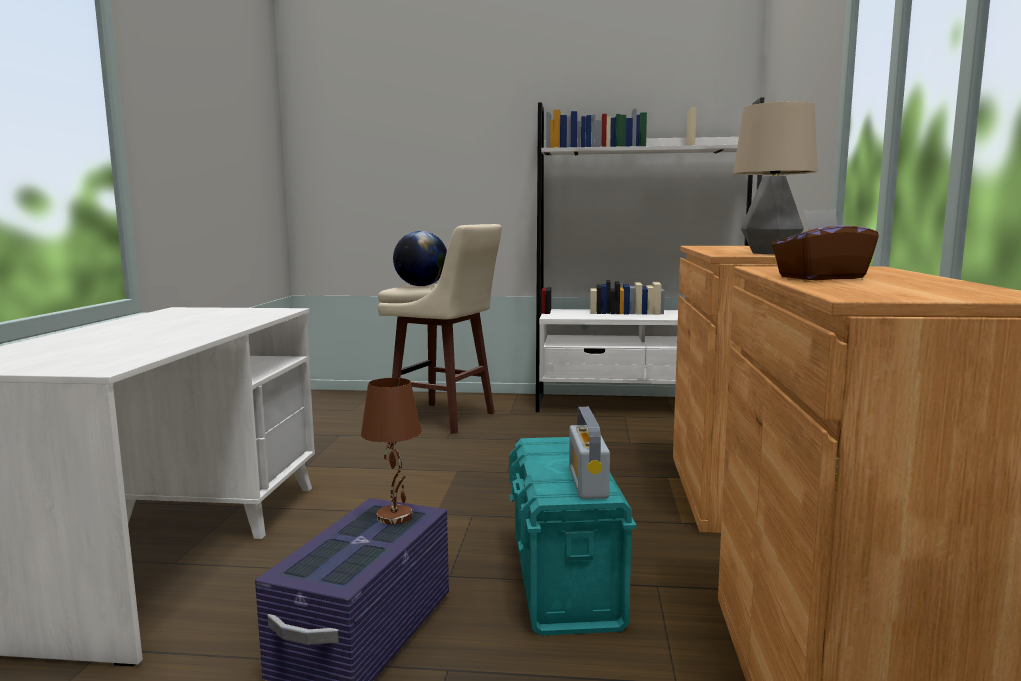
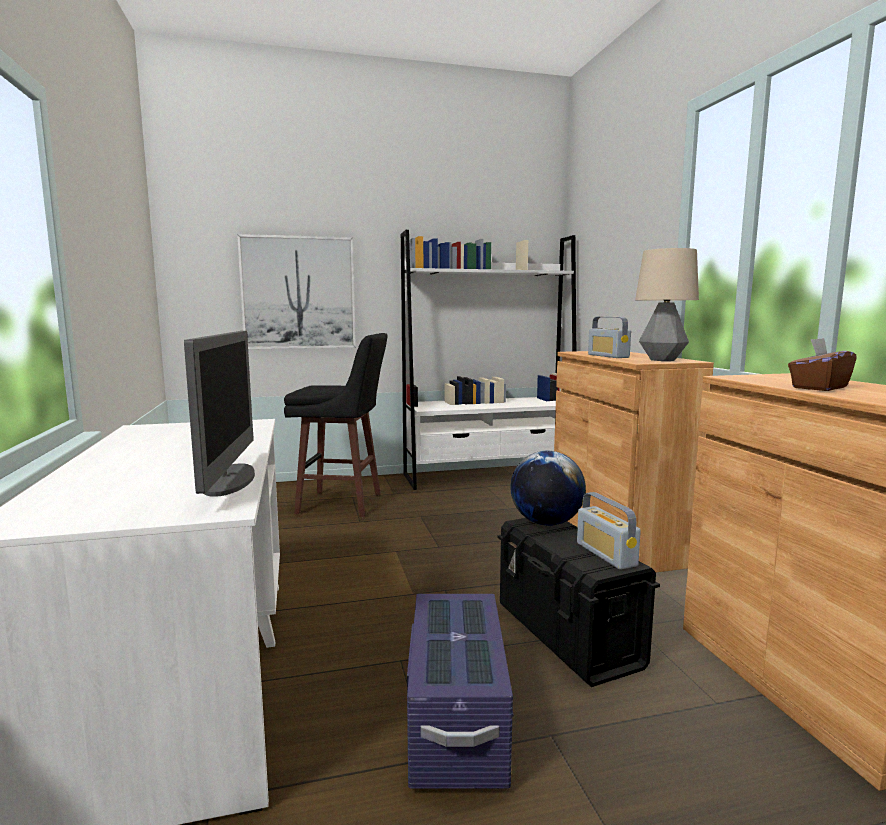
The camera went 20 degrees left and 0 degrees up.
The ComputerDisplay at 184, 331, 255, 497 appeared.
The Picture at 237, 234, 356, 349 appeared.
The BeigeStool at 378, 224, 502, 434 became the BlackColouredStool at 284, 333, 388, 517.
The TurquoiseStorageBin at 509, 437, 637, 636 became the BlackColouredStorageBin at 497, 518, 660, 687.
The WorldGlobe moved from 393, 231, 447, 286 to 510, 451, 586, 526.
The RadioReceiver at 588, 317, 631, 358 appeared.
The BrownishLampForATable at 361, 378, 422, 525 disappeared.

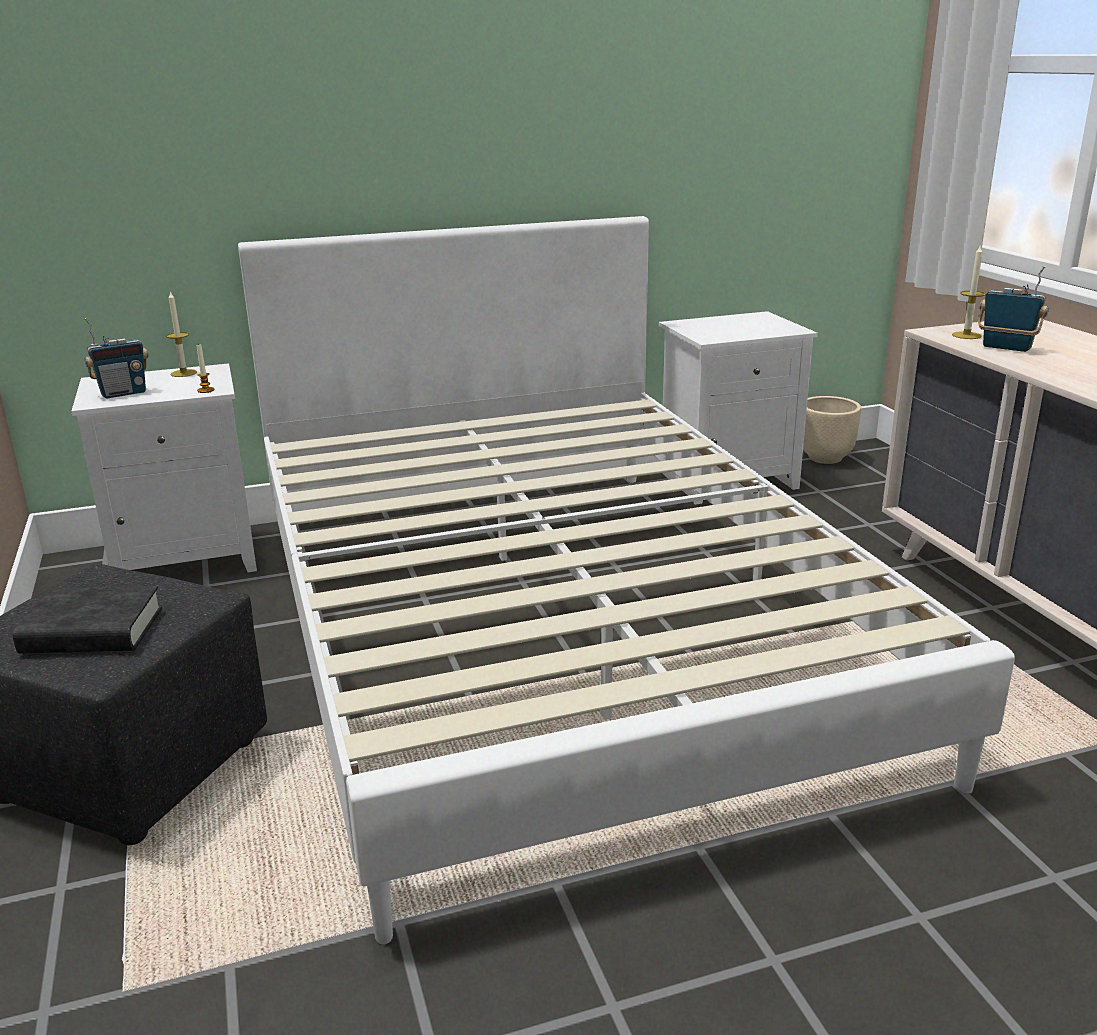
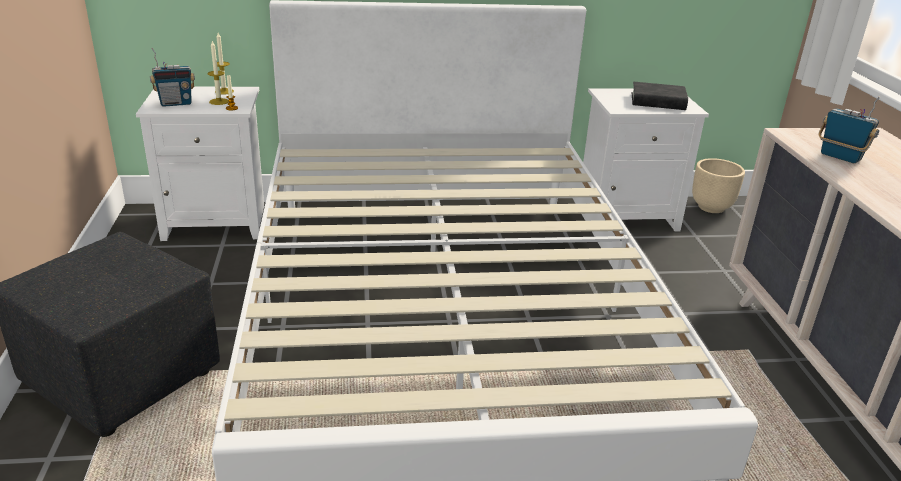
The camera went 10 degrees right and 5 degrees up.
The WaxLight moved from 952, 244, 986, 339 to 207, 41, 229, 105.
The BlackColouredBoundBook moved from 13, 586, 162, 653 to 632, 82, 688, 110.

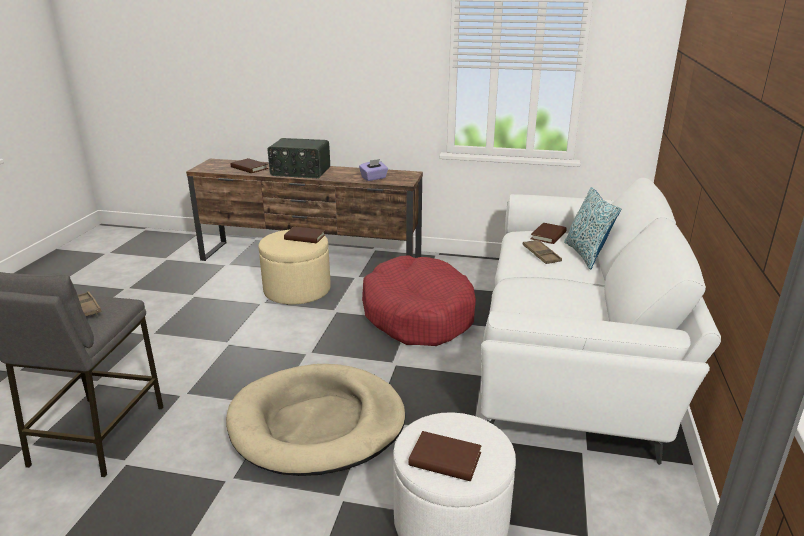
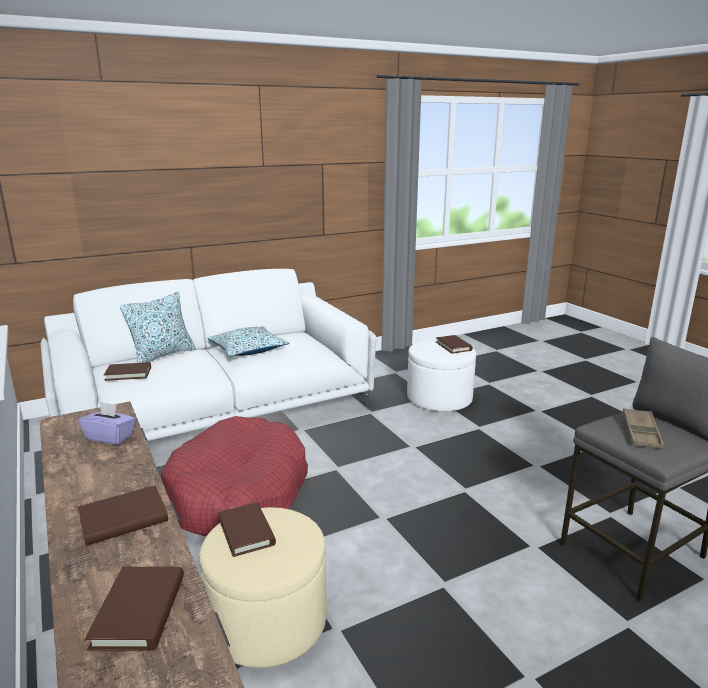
The camera went 130 degrees left and 5 degrees down.
The RadioReceiver at 268, 138, 330, 178 was replaced by the BrownishBoundBook at 78, 485, 168, 546.
The Pillow at 207, 326, 289, 357 appeared.
The BeigeDogBed at 226, 364, 406, 476 disappeared.
The BrownishTray at 523, 239, 562, 264 disappeared.

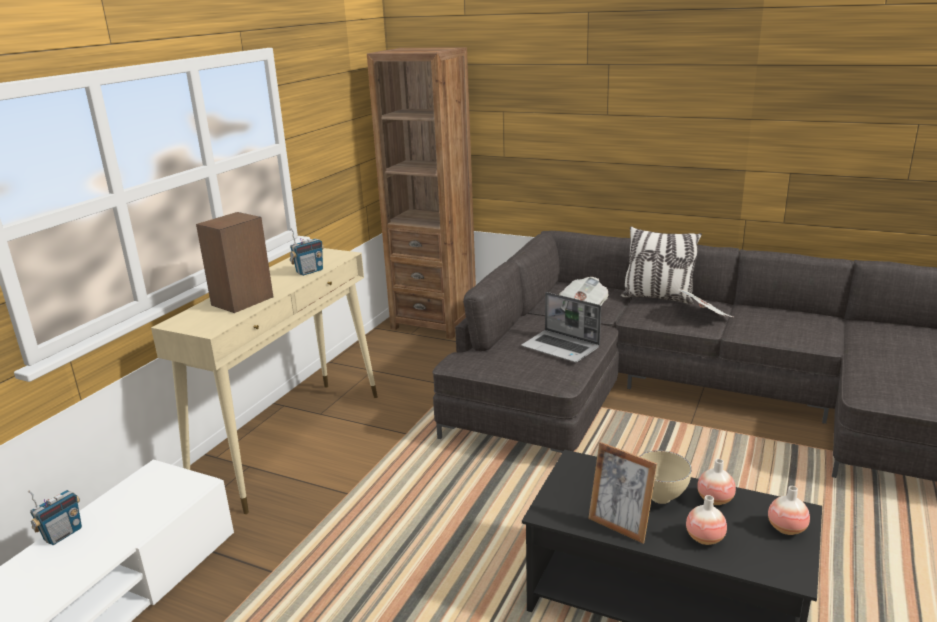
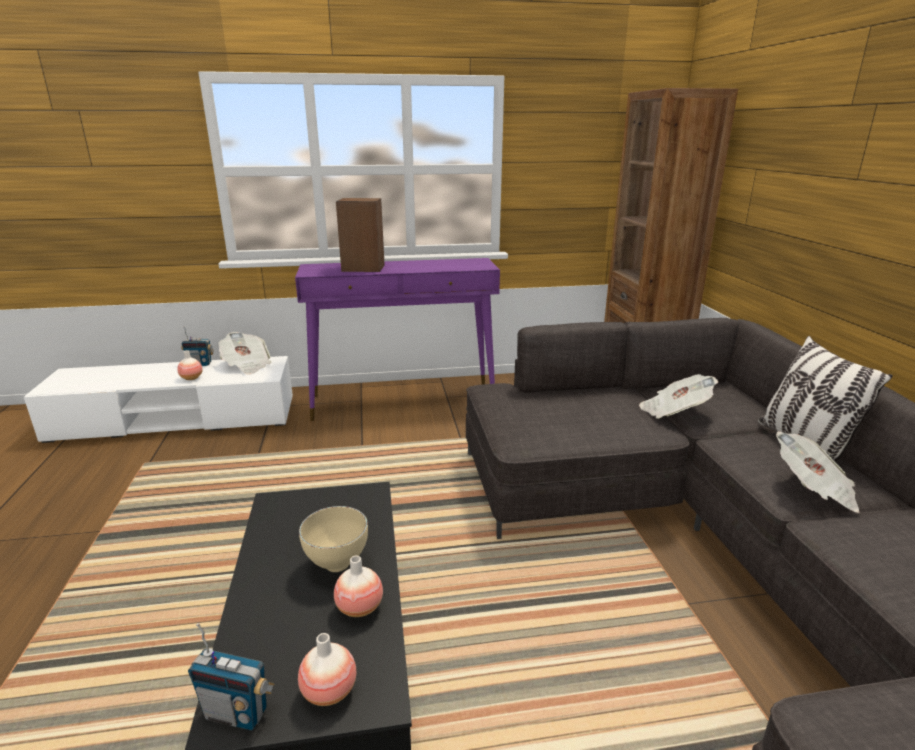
The camera went 55 degrees right and 0 degrees up.
The Vase moved from 686, 495, 727, 545 to 177, 350, 203, 380.
The RadioReceiver moved from 290, 228, 324, 276 to 188, 623, 275, 731.
The DailyPaper at 218, 332, 272, 375 appeared.
The BeigeHallTable at 151, 248, 378, 514 became the PurpleHallTable at 295, 258, 500, 421.
The NotebookComputer at 521, 292, 601, 362 disappeared.
The PhotoFrame at 588, 442, 657, 543 disappeared.

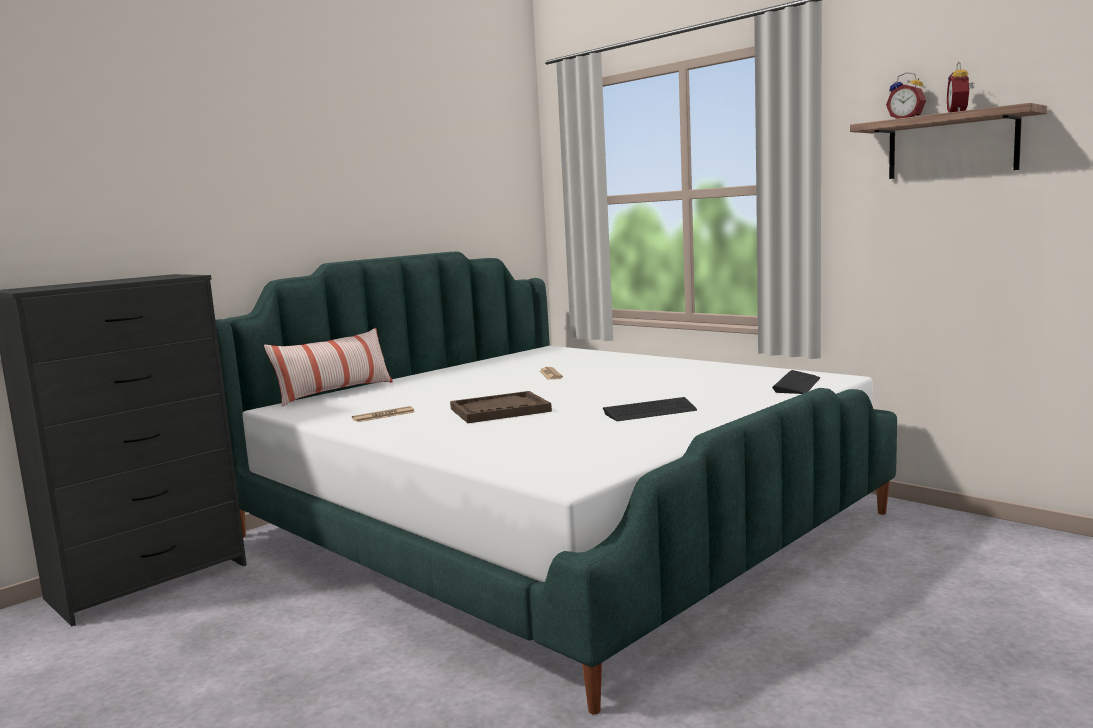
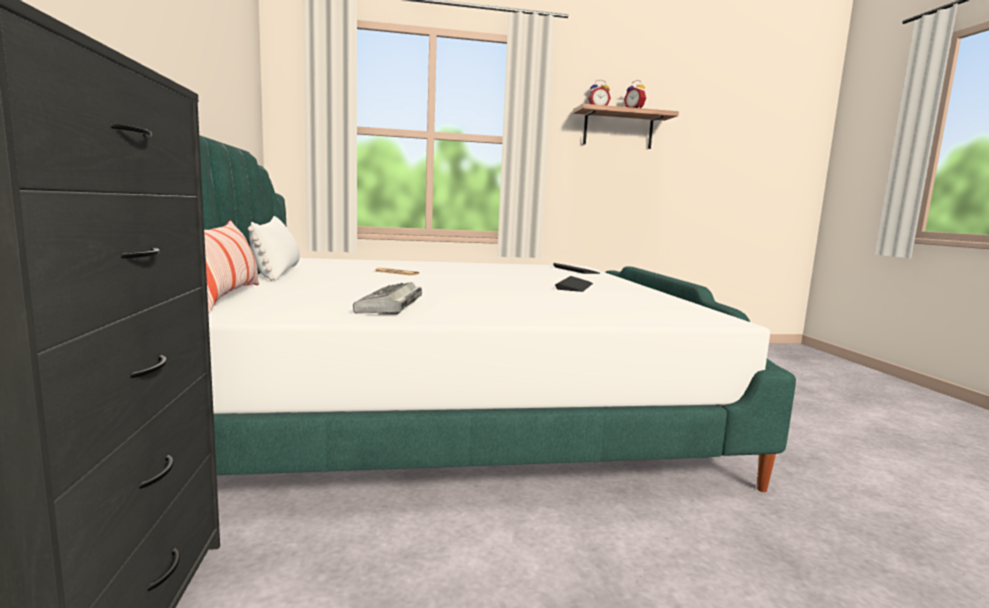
The camera went 55 degrees left and 0 degrees up.
The WhiteColouredPillow at 248, 216, 300, 281 appeared.
The DailyPaper at 352, 406, 414, 422 was replaced by the Keyboard at 353, 282, 422, 314.
The BrownishTray at 450, 391, 552, 423 disappeared.

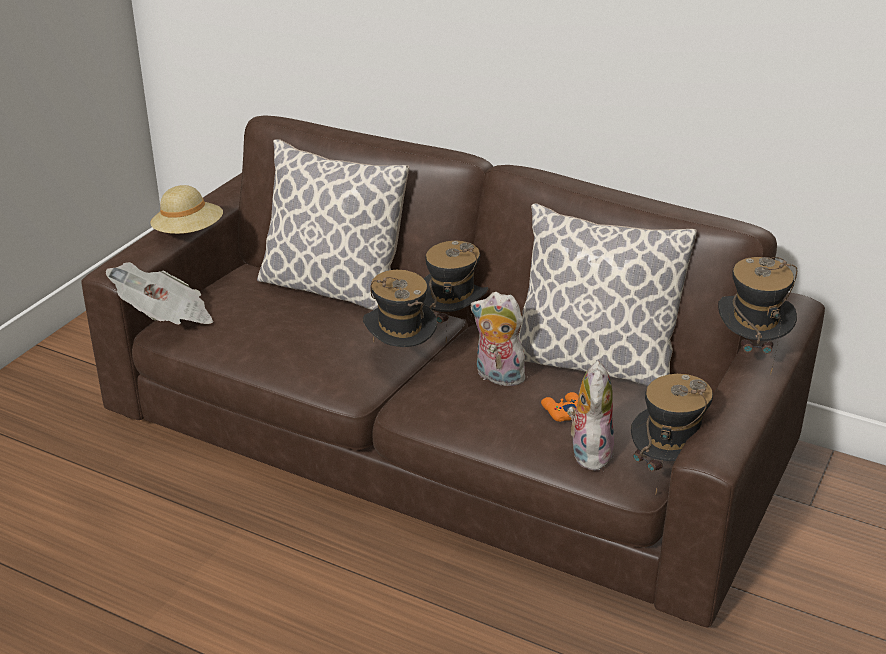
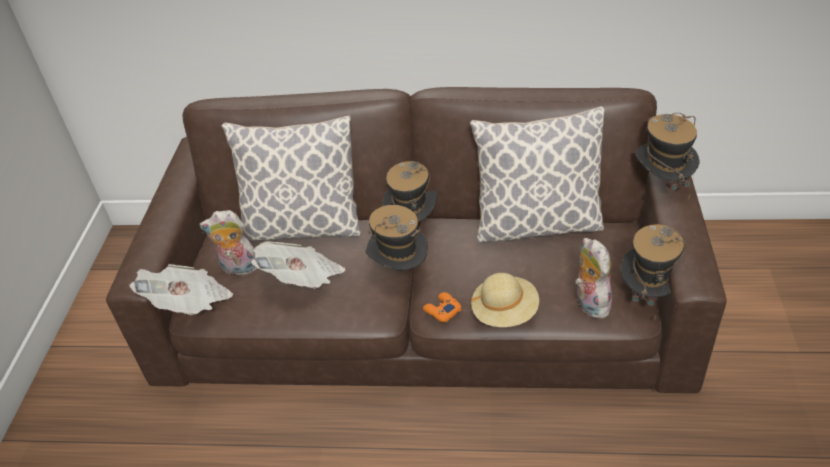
The camera went 20 degrees left and 10 degrees up.
The SoftToy moved from 471, 292, 525, 386 to 199, 210, 257, 275.
The DailyPaper at 251, 241, 345, 289 appeared.
The OrangeyGameController moved from 541, 392, 578, 422 to 423, 292, 461, 322.
The BeigeHat moved from 150, 185, 223, 234 to 471, 273, 539, 327.

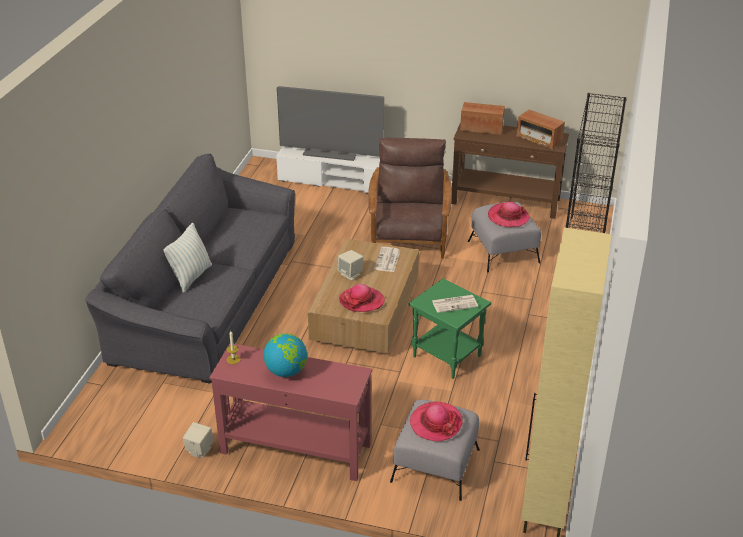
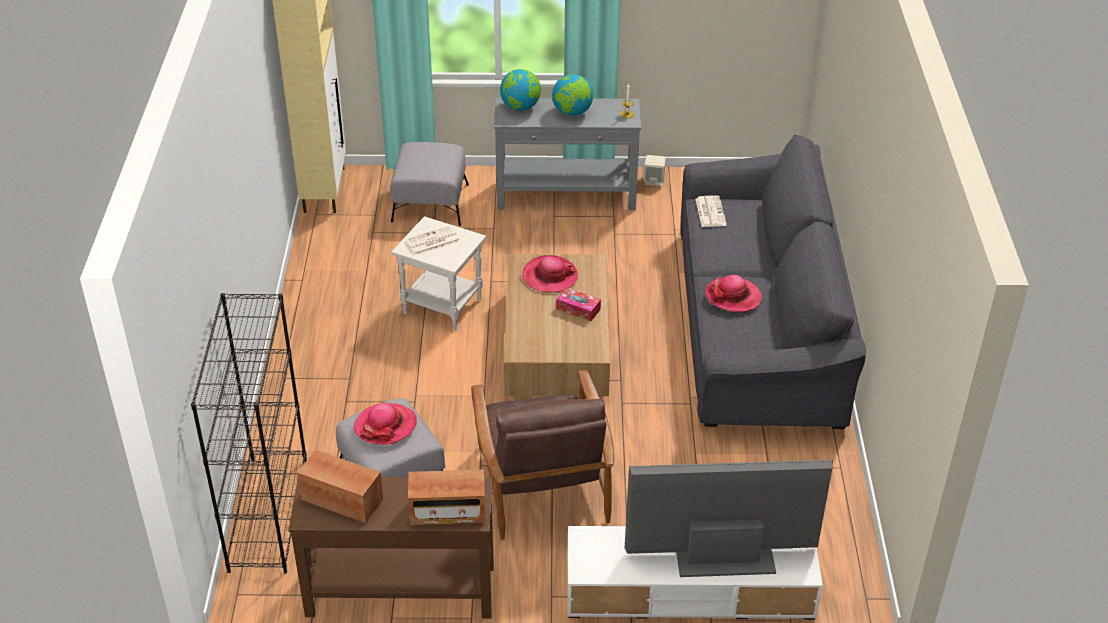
The camera went 165 degrees right and 5 degrees up.
The GreenEndTable at 409, 279, 491, 379 became the WhiteColouredEndTable at 391, 216, 486, 331.
The RedColouredHallTable at 210, 344, 372, 481 became the GreyishHallTable at 494, 98, 641, 210.
The WorldGlobe at 500, 69, 541, 111 appeared.
The BeigeSpeaker at 338, 250, 364, 281 was replaced by the TissueBox at 556, 287, 601, 321.
The DailyPaper moved from 374, 247, 400, 272 to 695, 196, 727, 227.
The Hat moved from 410, 402, 463, 441 to 705, 275, 762, 313.
The Pillow at 164, 223, 212, 293 disappeared.

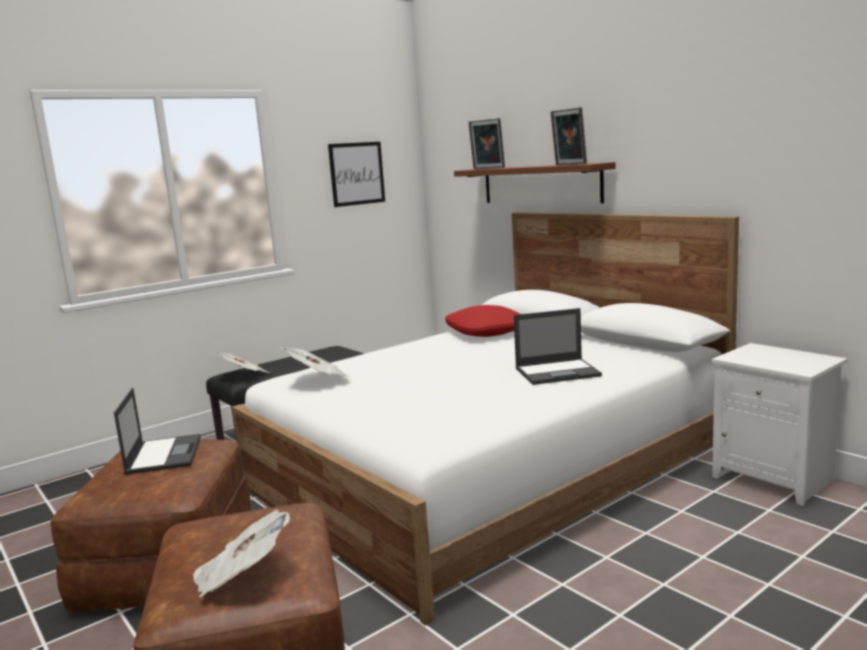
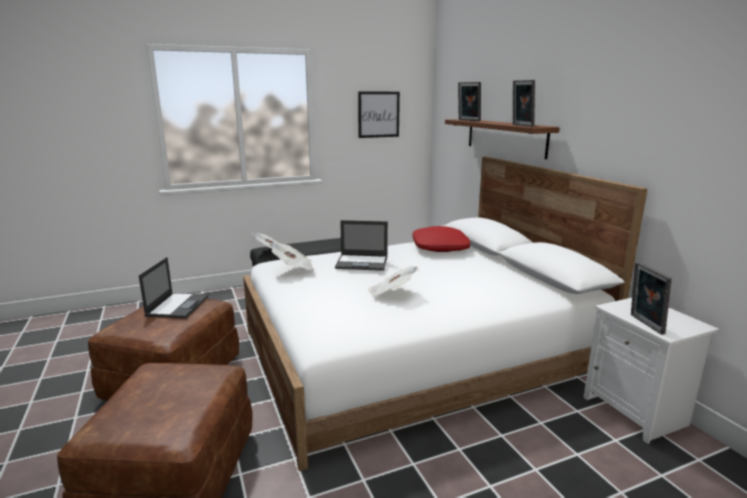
The camera went 15 degrees right and 5 degrees up.
The NotebookComputer moved from 514, 308, 602, 385 to 335, 220, 388, 271.
The DailyPaper moved from 193, 509, 290, 598 to 368, 266, 419, 297.
The PhotoFrame at 631, 262, 672, 335 appeared.

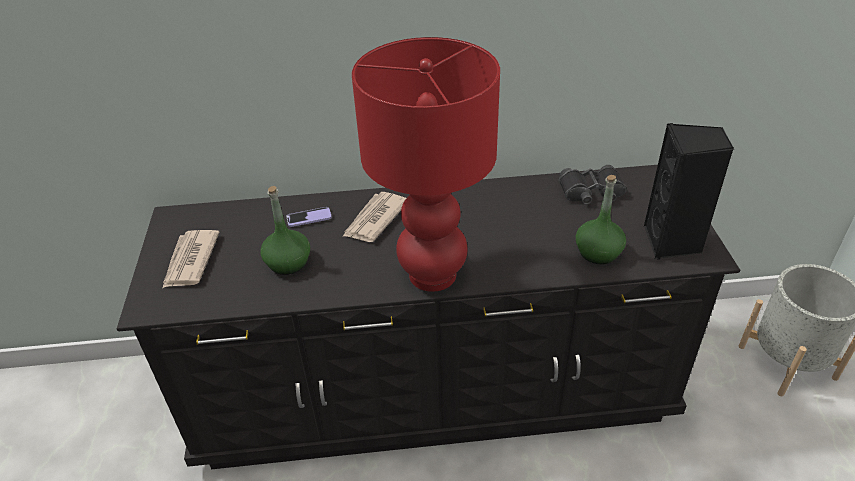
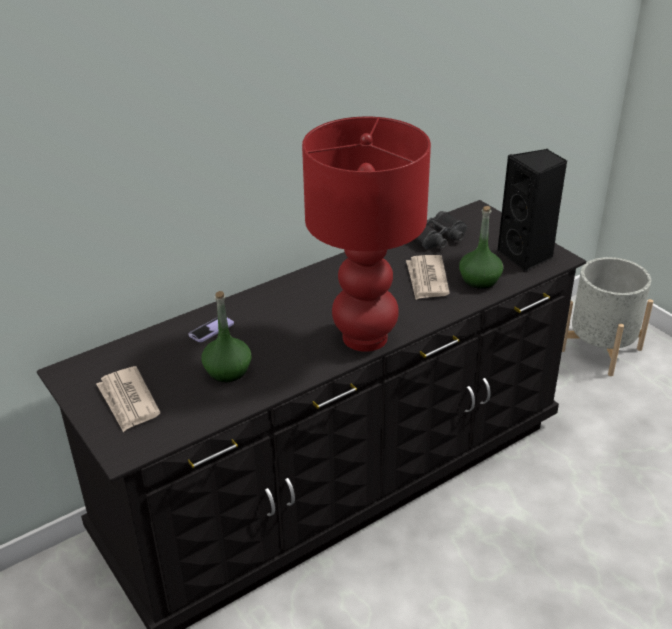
The camera went 30 degrees left and 5 degrees down.
The DailyPaper moved from 342, 192, 406, 242 to 406, 255, 450, 300.

